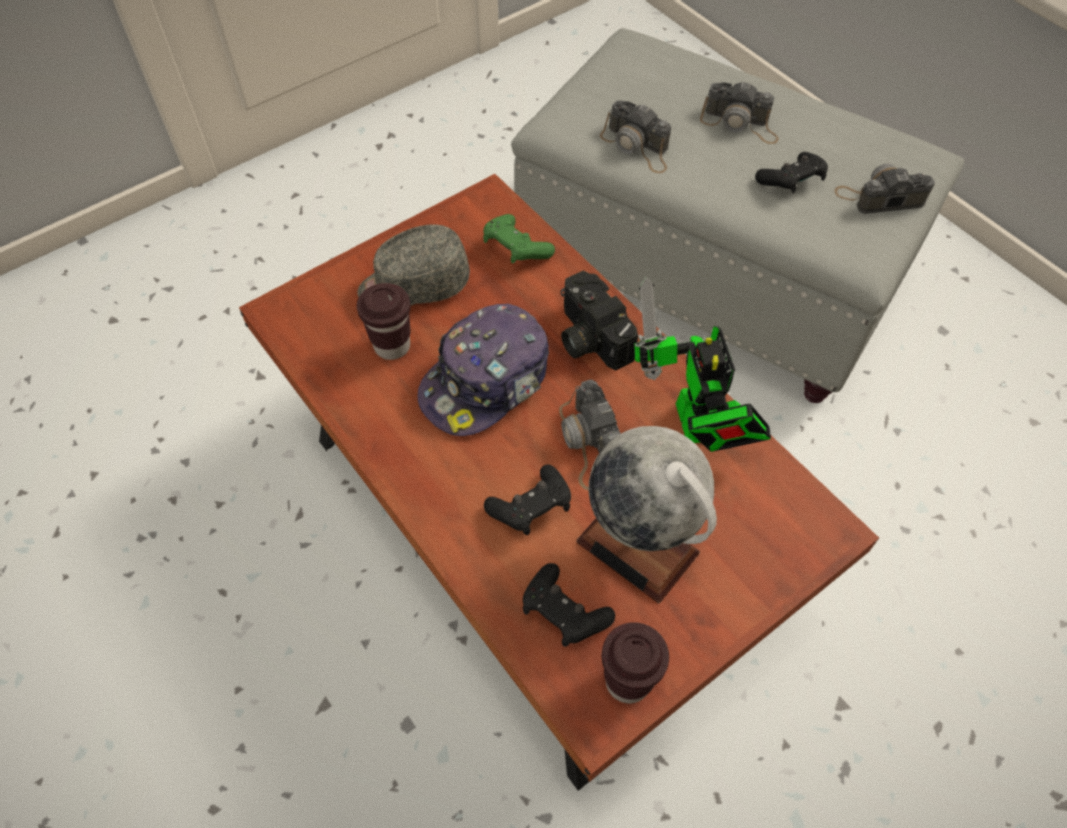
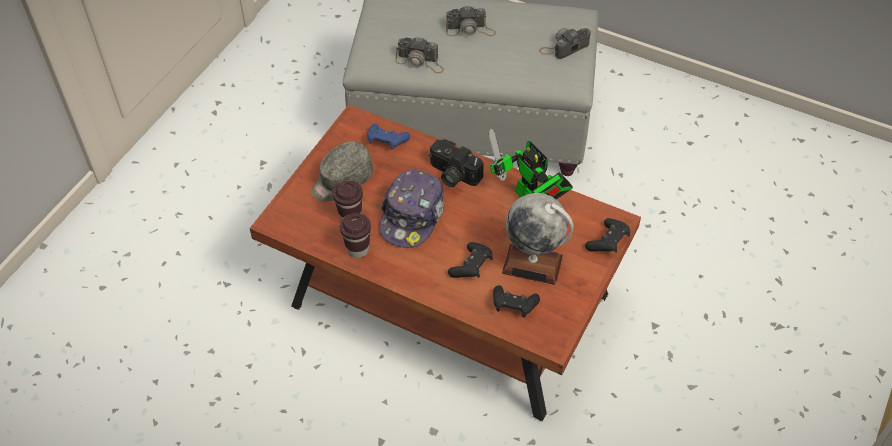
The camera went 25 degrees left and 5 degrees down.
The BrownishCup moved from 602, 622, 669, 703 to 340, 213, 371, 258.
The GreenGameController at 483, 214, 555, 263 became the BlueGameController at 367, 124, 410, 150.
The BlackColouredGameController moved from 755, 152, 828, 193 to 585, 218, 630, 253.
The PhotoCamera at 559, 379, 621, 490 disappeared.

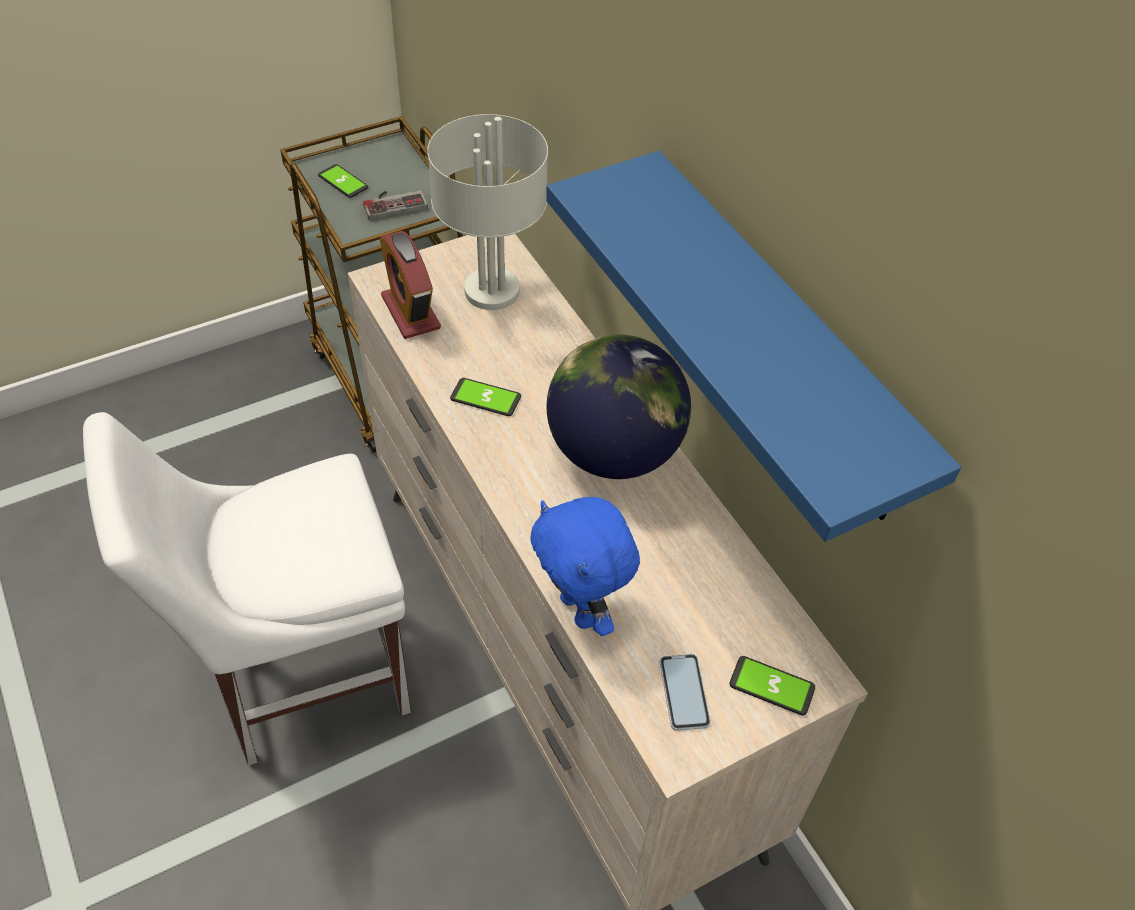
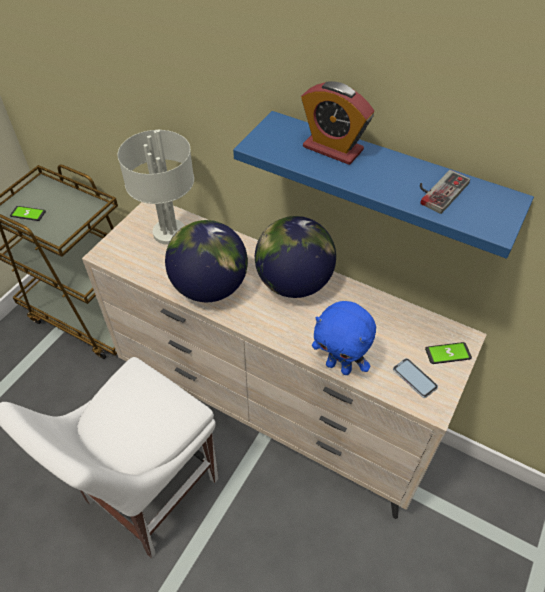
The camera went 30 degrees left and 0 degrees up.
The Telephone at 450, 378, 521, 416 was replaced by the WorldGlobe at 165, 220, 248, 302.
The BedsideClock moved from 379, 231, 441, 339 to 301, 81, 374, 165.
The GameController moved from 363, 190, 428, 221 to 420, 170, 470, 214.

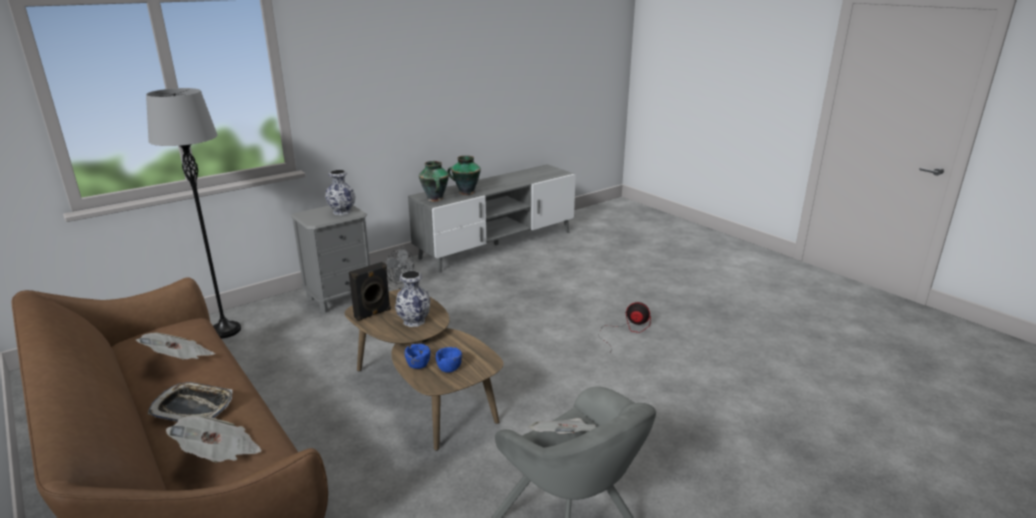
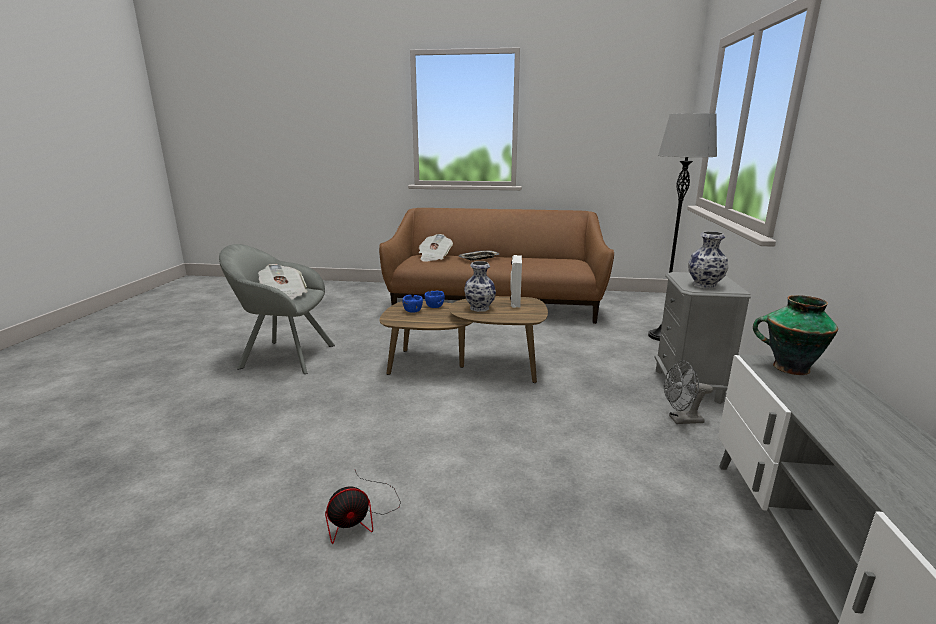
The camera went 135 degrees right and 5 degrees down.
The BlackColouredSpeaker at 349, 262, 391, 321 became the WhiteColouredSpeaker at 510, 255, 522, 308.
The DailyPaper at 136, 332, 215, 360 disappeared.
The Vase at 447, 155, 481, 195 disappeared.

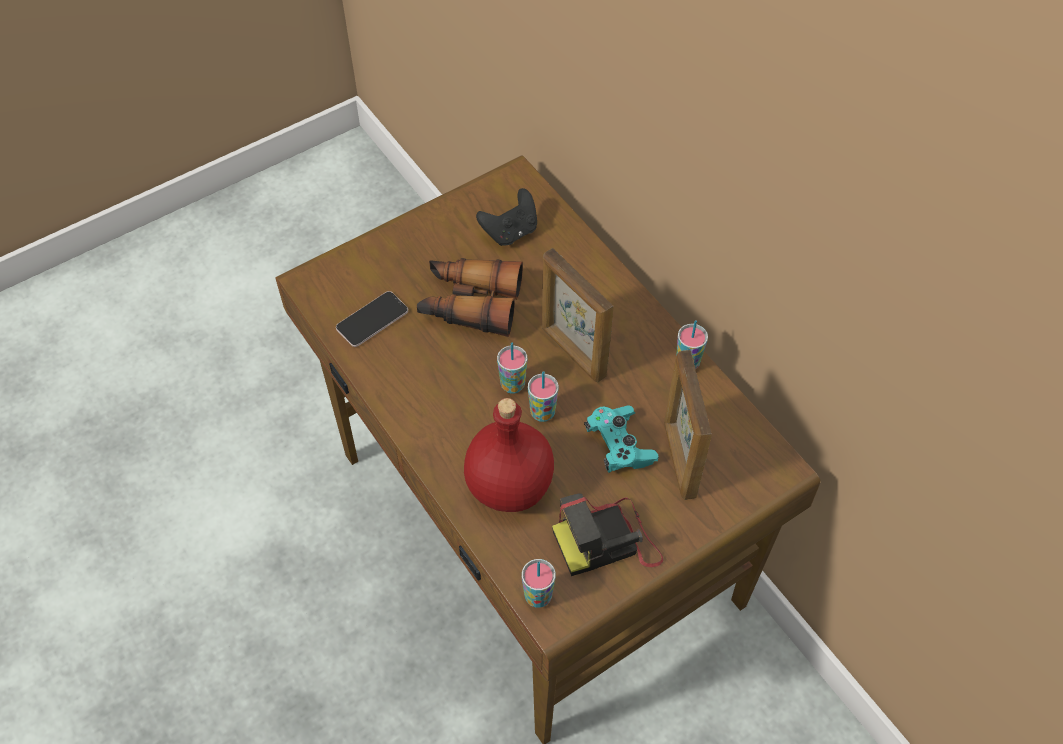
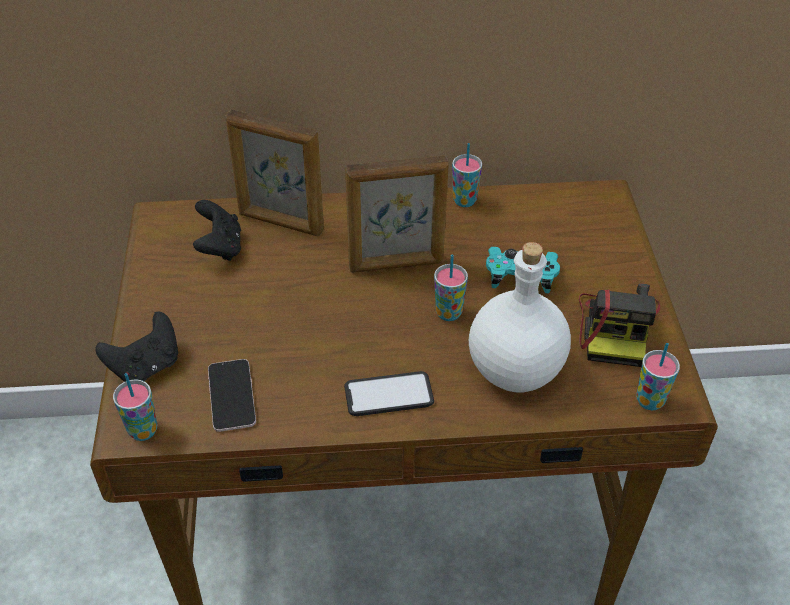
The camera went 60 degrees left and 10 degrees down.
The BlackColouredGameController at 95, 311, 178, 382 appeared.
The Cup moved from 497, 343, 527, 394 to 113, 373, 157, 441.
The PhotoFrame moved from 664, 350, 712, 500 to 226, 109, 324, 236.
The Telephone at 344, 371, 434, 416 appeared.
The RedColouredBeverageBottle at 464, 398, 554, 512 became the WhiteColouredBeverageBottle at 469, 242, 571, 392.
The PairOfBinoculars at 417, 258, 523, 337 disappeared.

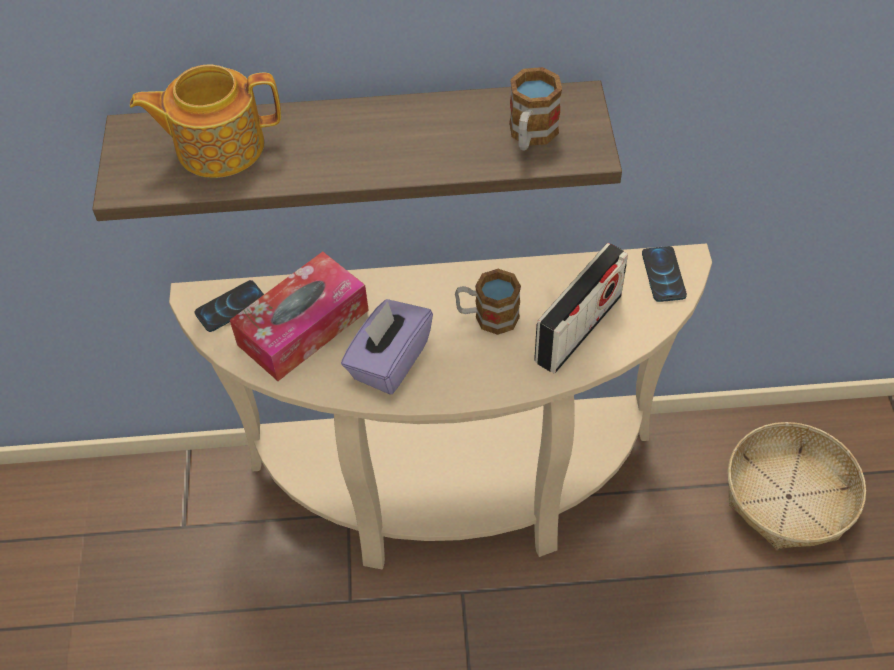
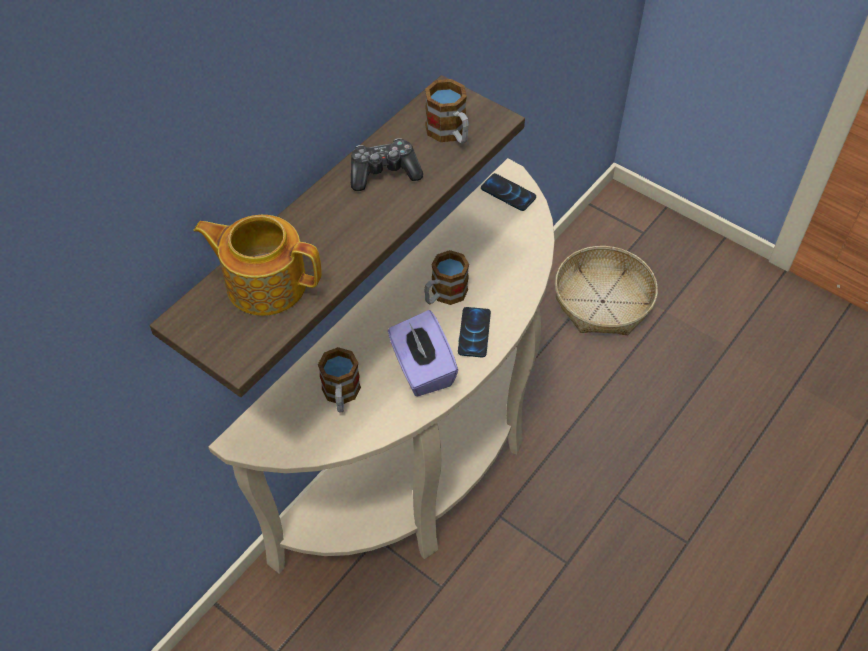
The camera went 50 degrees left and 0 degrees up.
The PotForTea at 130, 65, 281, 178 turned 75 degrees clockwise.
The TissueBox at 230, 252, 369, 381 was replaced by the TeaMug at 318, 347, 361, 412.
The GameController at 351, 138, 423, 191 appeared.
The Telephone moved from 195, 280, 264, 332 to 458, 307, 491, 357.
The RadioReceiver at 534, 243, 628, 374 disappeared.

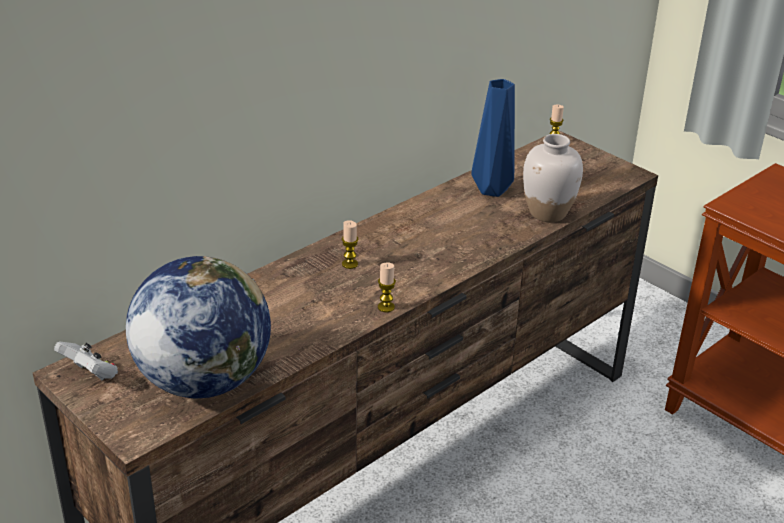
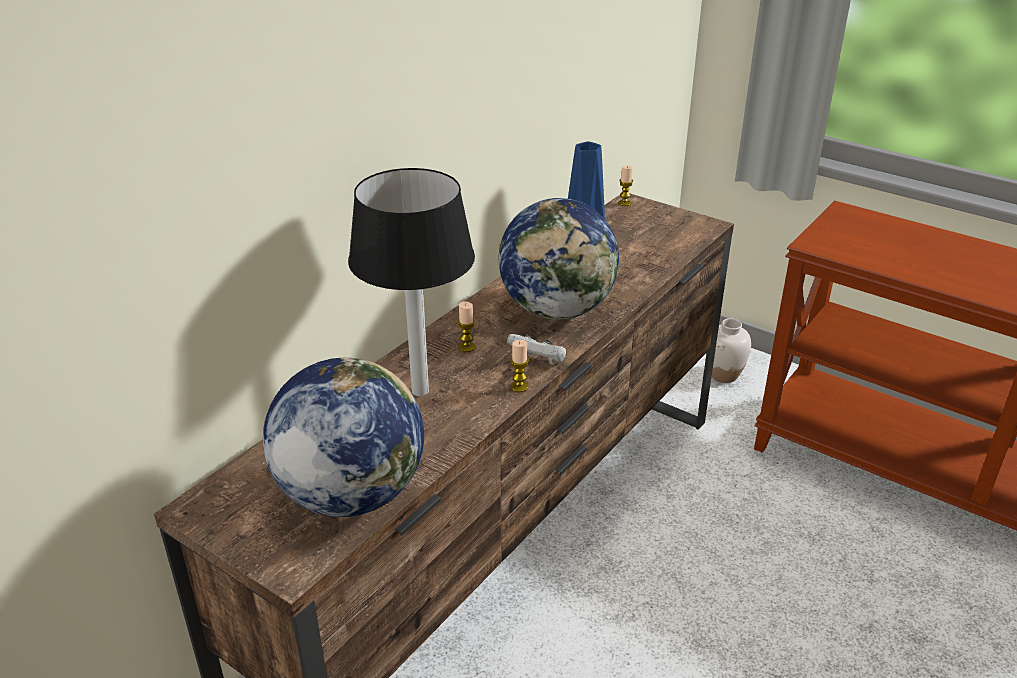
The camera went 10 degrees left and 0 degrees up.
The LampForATable at 348, 168, 475, 396 appeared.
The WorldGlobe at 498, 198, 619, 320 appeared.
The WhiteColouredGameController moved from 54, 342, 118, 380 to 507, 334, 566, 365.
The WhiteColouredVase moved from 523, 134, 583, 222 to 712, 318, 751, 383.

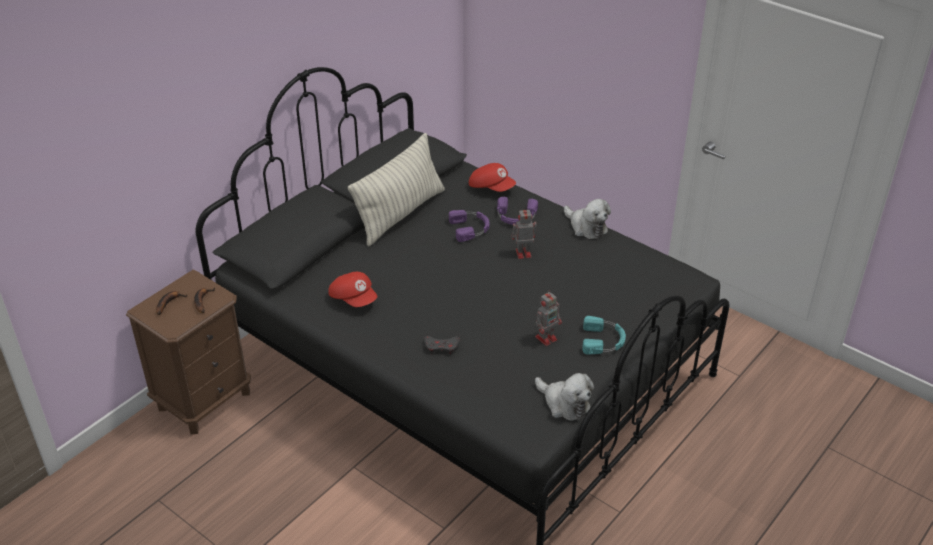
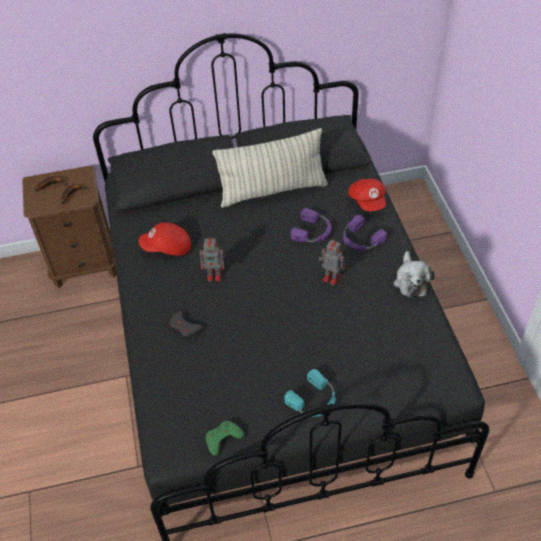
The camera went 40 degrees right and 10 degrees up.
The RedColouredPeakedCap at 328, 272, 377, 307 turned 90 degrees clockwise.
The ToyRobot moved from 535, 290, 562, 346 to 200, 238, 226, 281.
The SoftToy at 535, 373, 594, 421 was replaced by the GreenGameController at 206, 421, 244, 456.

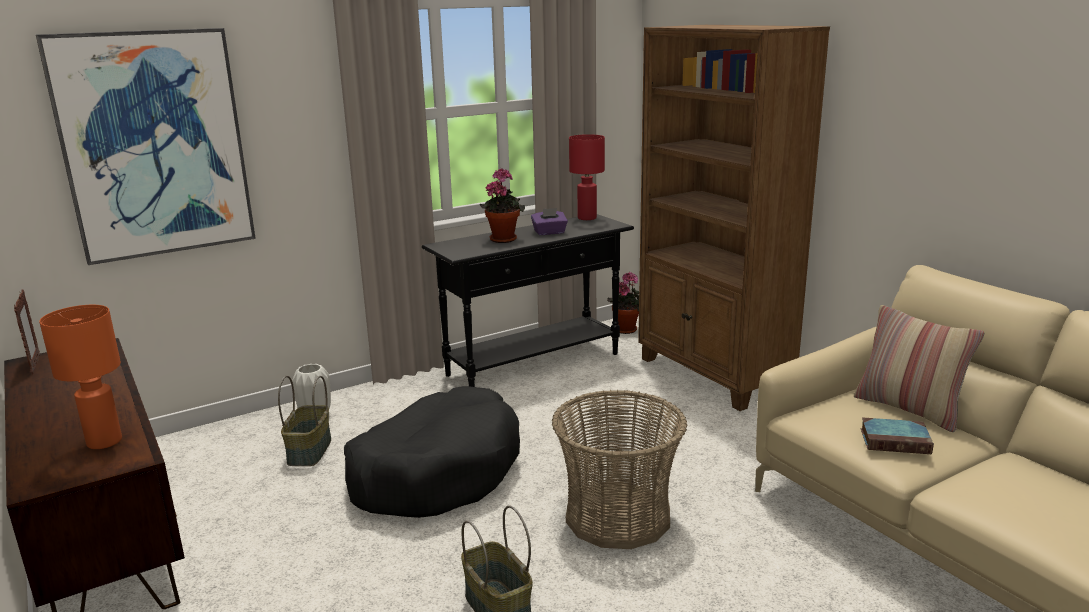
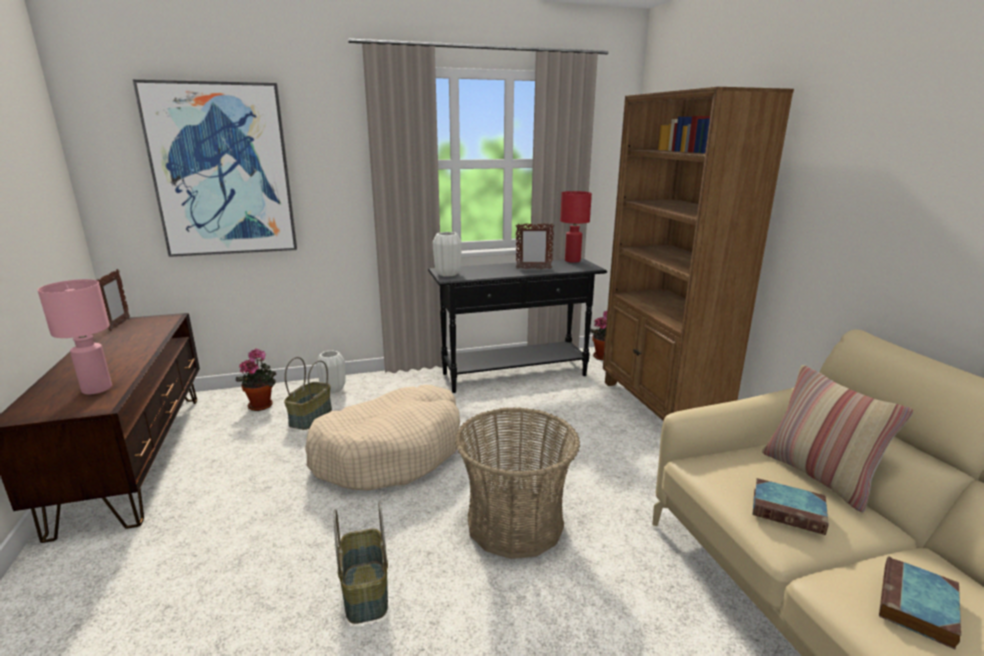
The camera went 15 degrees right and 0 degrees up.
The OrangeyLampForATable at 39, 305, 122, 449 became the PinkColouredLampForATable at 38, 279, 112, 394.
The PlantInAPot moved from 480, 168, 525, 243 to 236, 348, 276, 411.
The BlackColouredDogBed at 344, 386, 520, 518 became the BeigeDogBed at 305, 385, 460, 491.
The WhiteColouredVase at 433, 232, 462, 277 appeared.
The PurpleTissueBox at 531, 208, 568, 235 was replaced by the PhotoFrame at 516, 223, 554, 269.
The BoundBook at 879, 556, 961, 650 appeared.

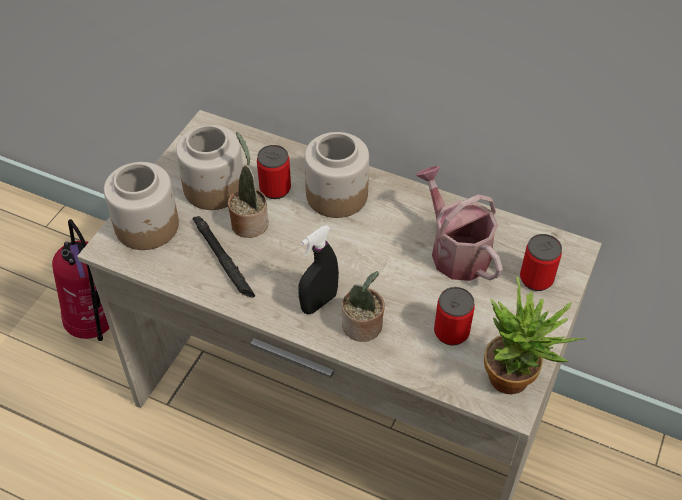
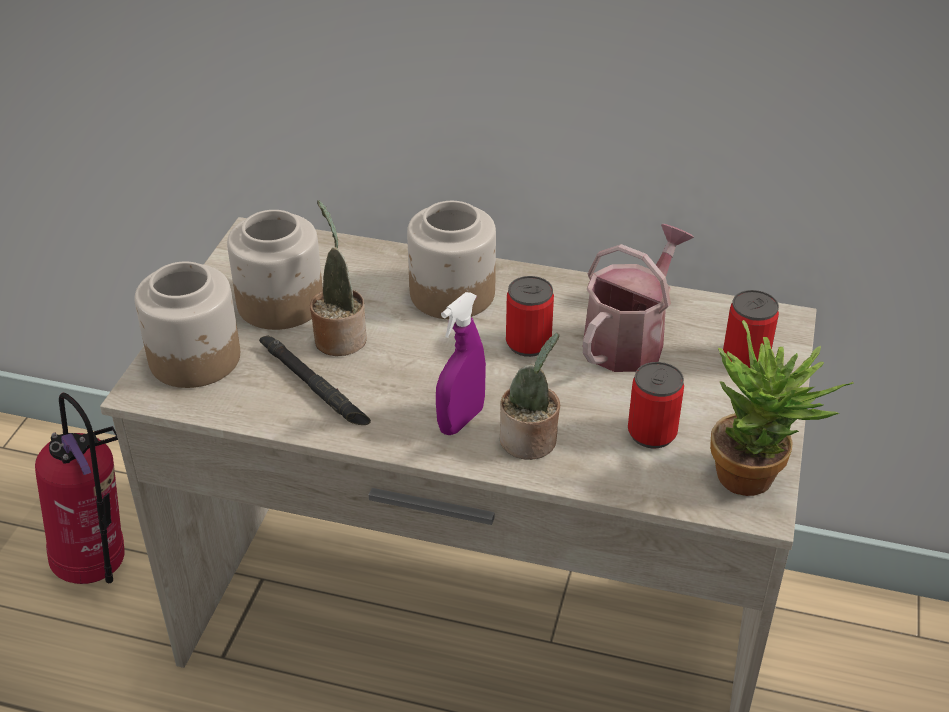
The camera went 10 degrees left and 10 degrees down.
The BlackColouredSprayer at 299, 225, 339, 314 became the PurpleSprayer at 436, 292, 486, 435.
The Can moved from 257, 145, 291, 199 to 506, 276, 554, 357.
The SprinklingCan at 415, 166, 503, 281 turned 75 degrees clockwise.

